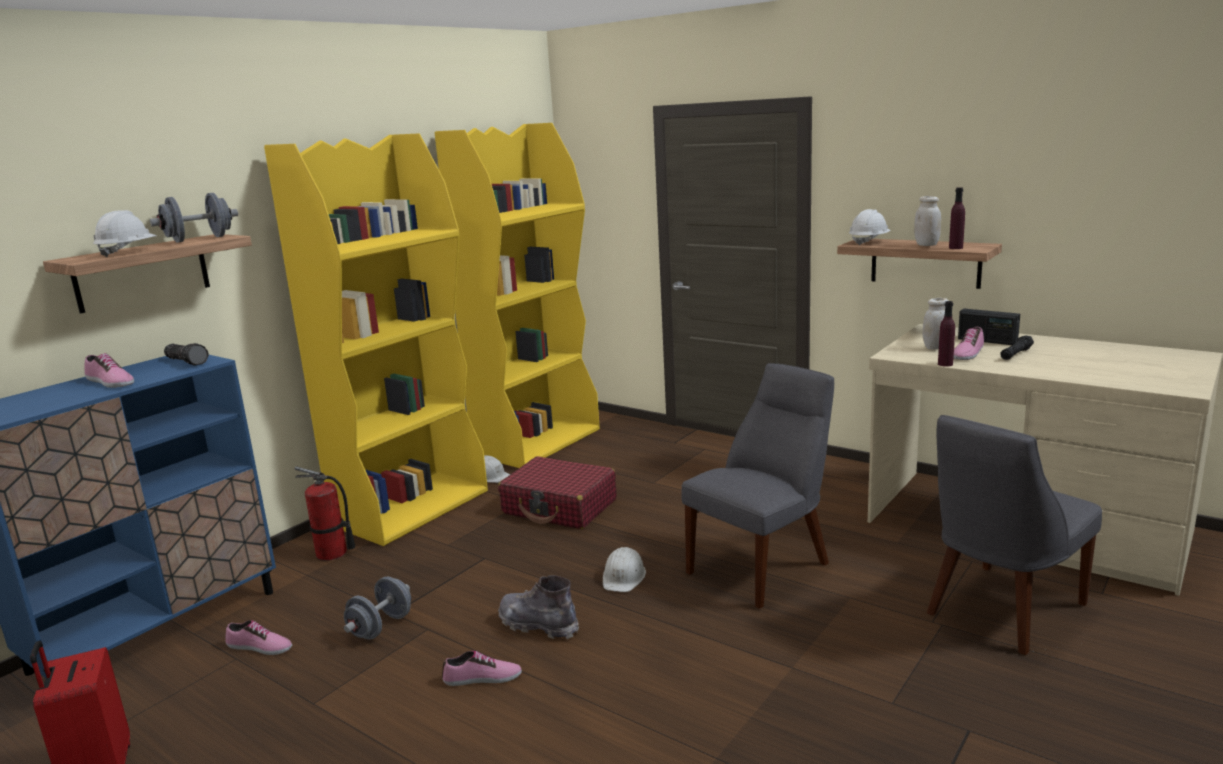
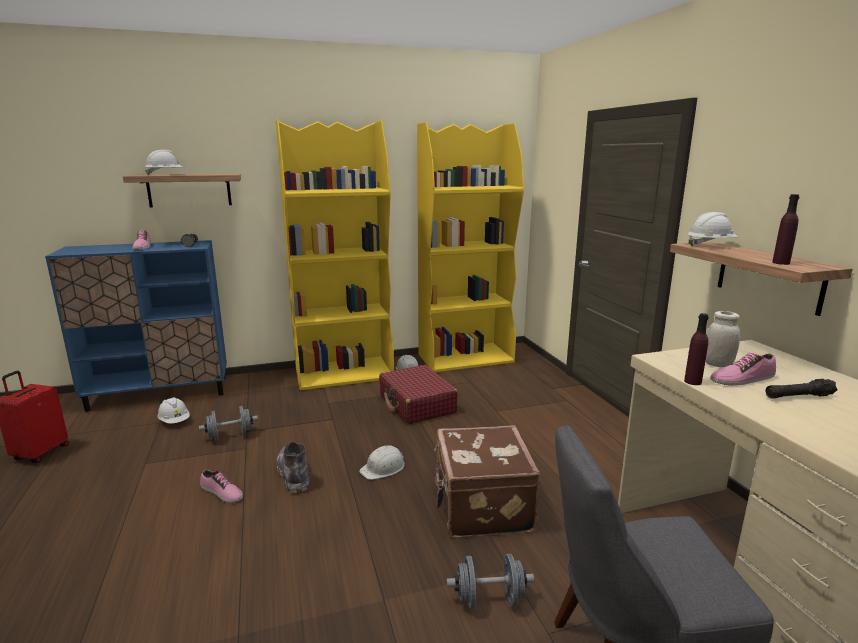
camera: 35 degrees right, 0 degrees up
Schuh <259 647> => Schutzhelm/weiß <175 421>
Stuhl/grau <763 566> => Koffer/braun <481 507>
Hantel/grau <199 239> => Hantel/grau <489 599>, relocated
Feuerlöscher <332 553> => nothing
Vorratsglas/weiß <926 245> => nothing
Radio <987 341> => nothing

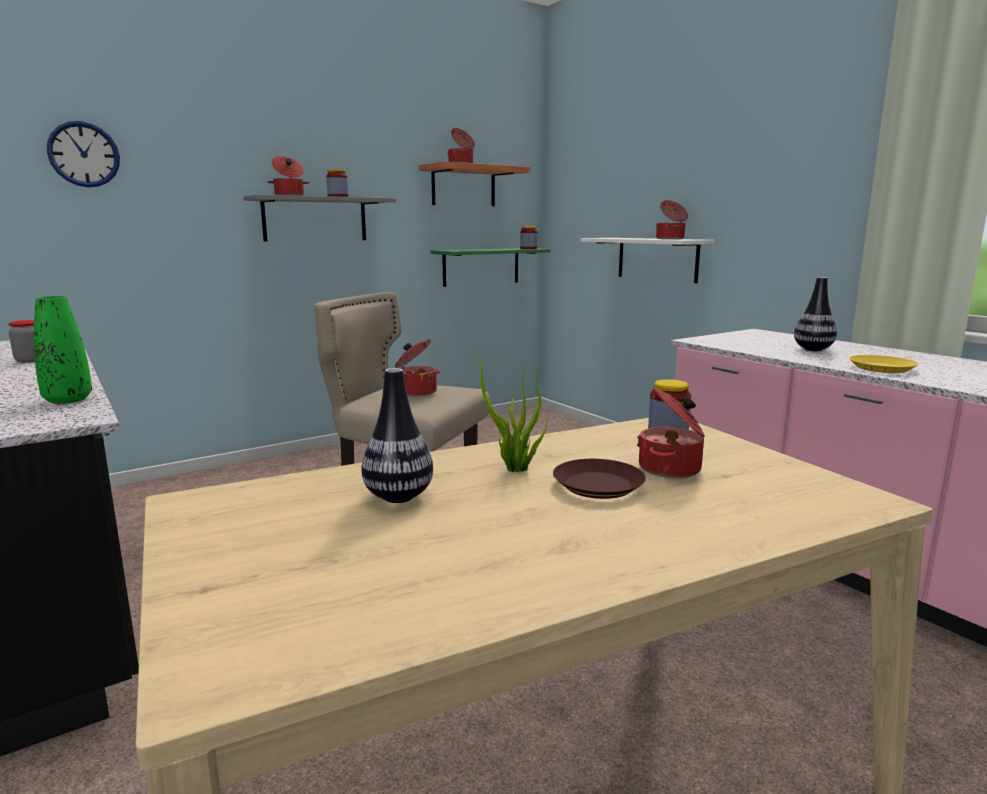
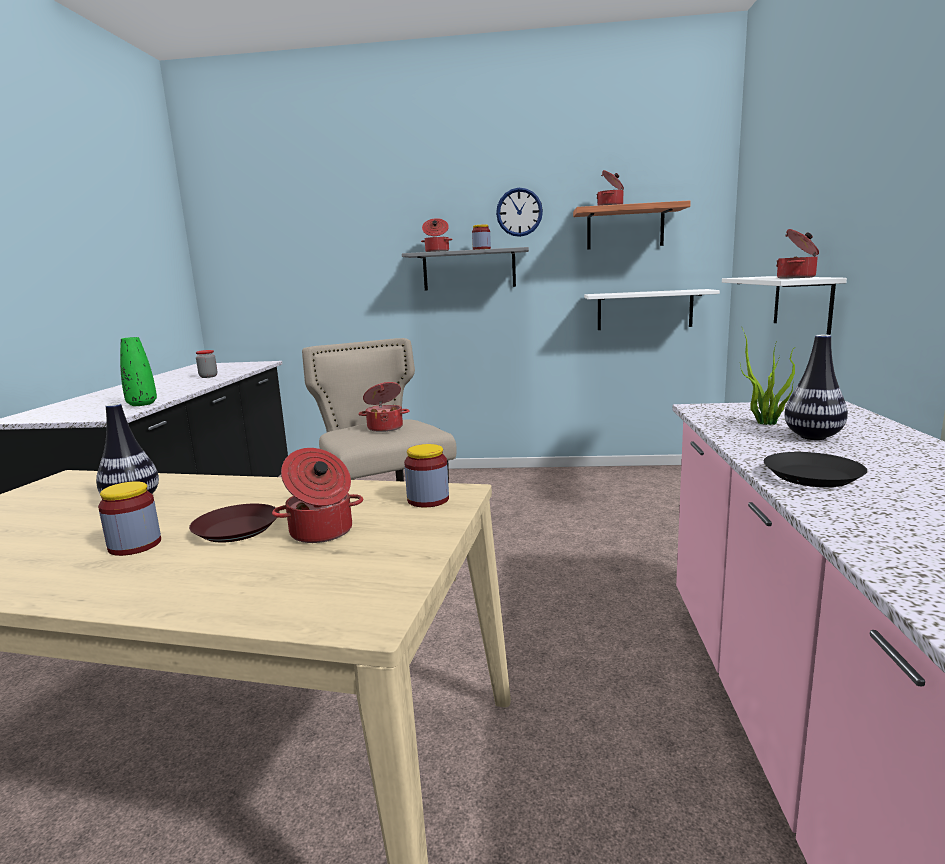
camera: 40 degrees right, 0 degrees up
Vorratsglas <528 248> => Vorratsglas <135 545>, relocated
Wanduhr <84 154> => Wanduhr <519 212>, relocated
Wandregal/grün <481 266> => Wandregal/weiß <644 310>
Topfpflanze <514 469> => Topfpflanze <764 423>, relocated
Teller/gelb <882 368> => Teller/schwarz <813 476>

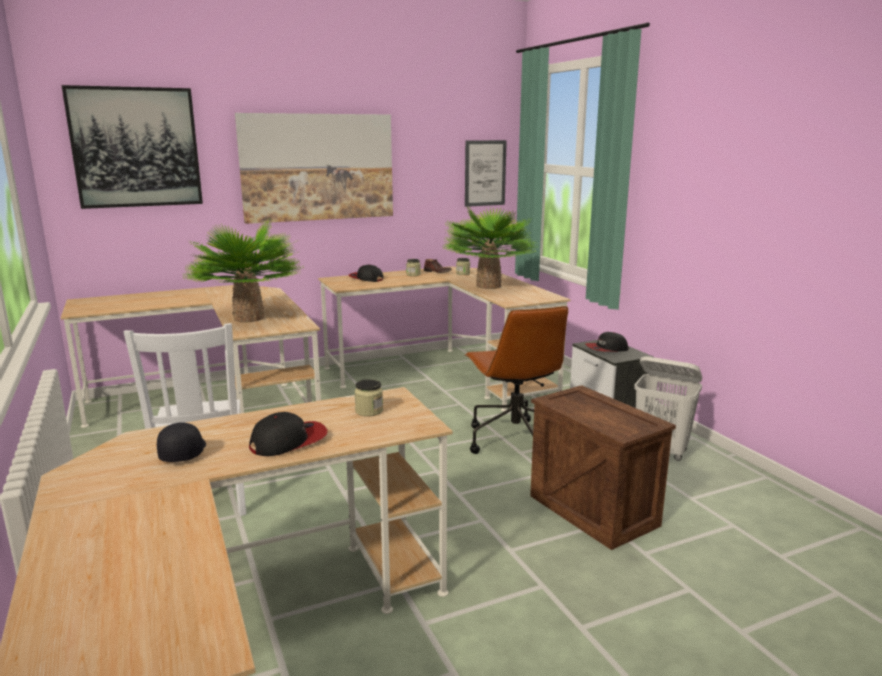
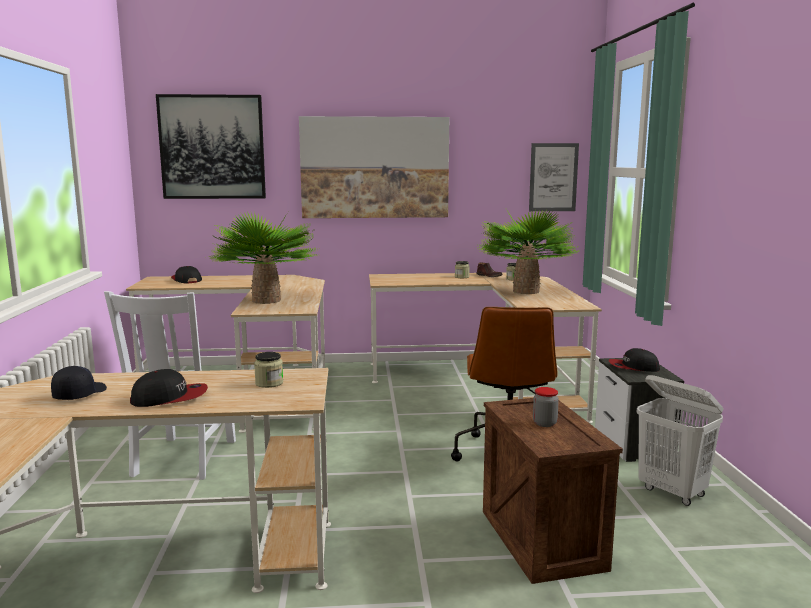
camera: 20 degrees right, 5 degrees down
Kappe <366 278> => Kappe <186 280>, relocated
nothing => Vorratsglas <544 423>

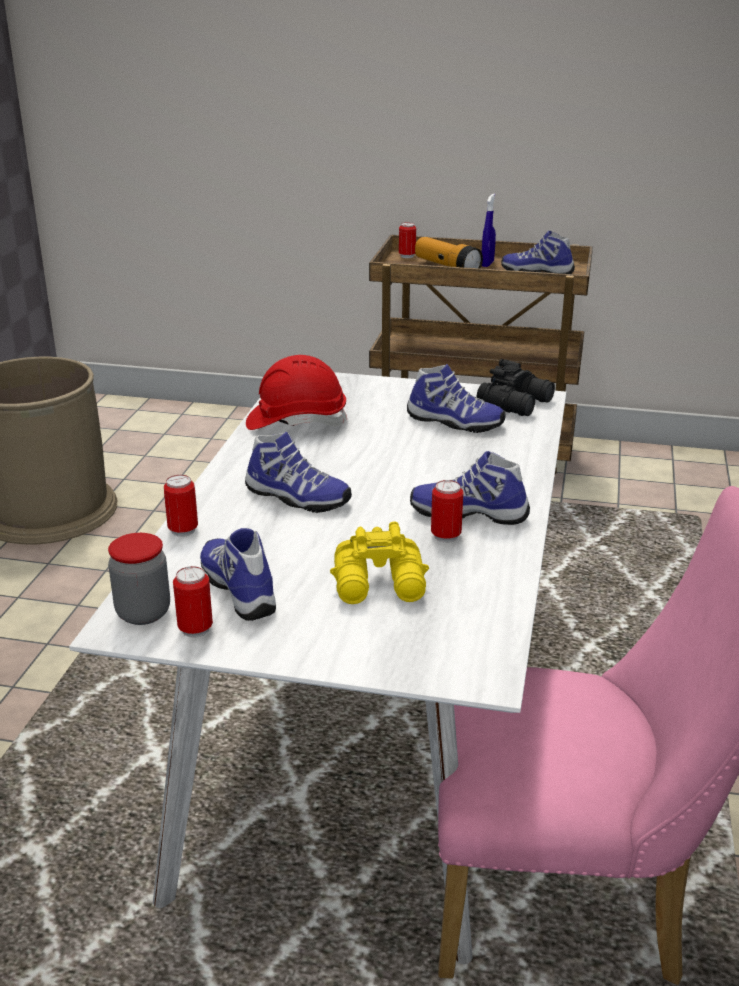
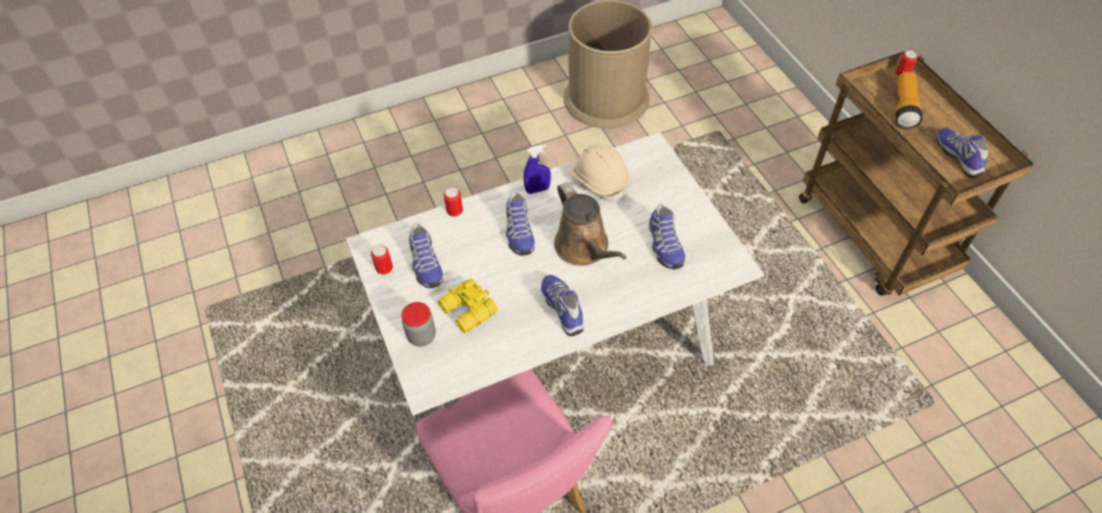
camera: 55 degrees right, 25 degrees up
Vorratsglas <143 613> => Vorratsglas <421 336>, relocated
Schuh <241 589> => Schuh <425 264>, 135 degrees clockwise
Sprühflasche/blau <487 264> => Sprühflasche/blau <537 189>, relocated
nothing => Gießkanne/braun <584 248>
Schutzhelm/rot <296 421> => Schutzhelm/beige <598 180>
Dose <446 536> => nothing
Fernglas/schwarz <517 403> => nothing

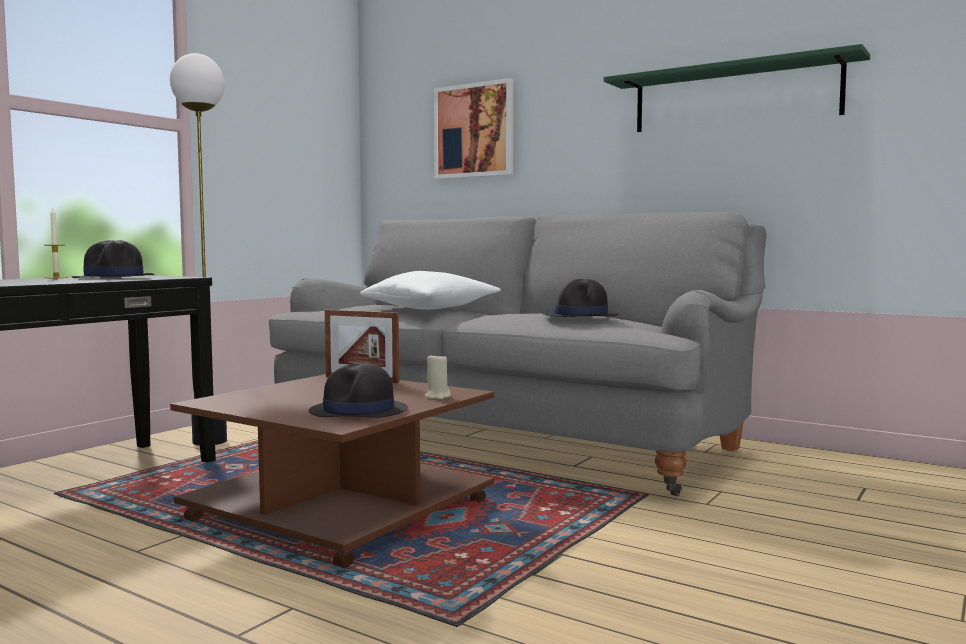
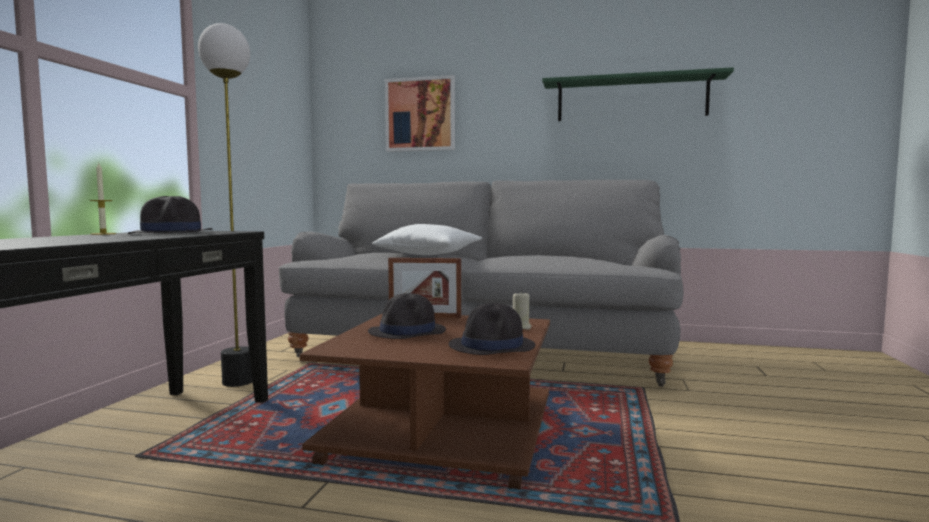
camera: 20 degrees left, 0 degrees up
Hut/schwarz <581 316> => Hut/schwarz <407 332>, relocated

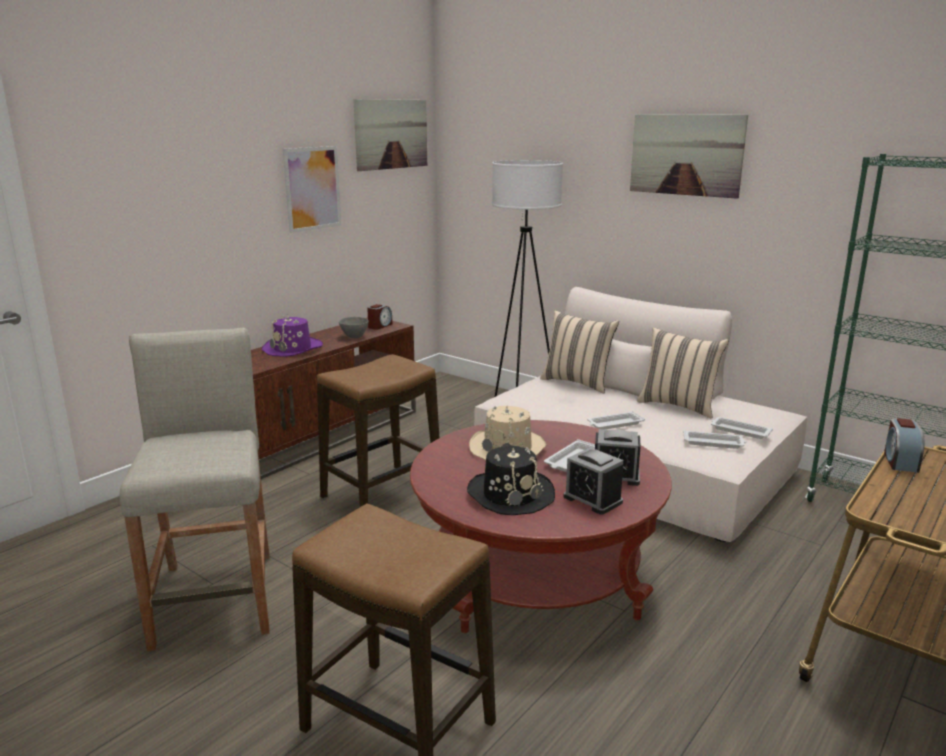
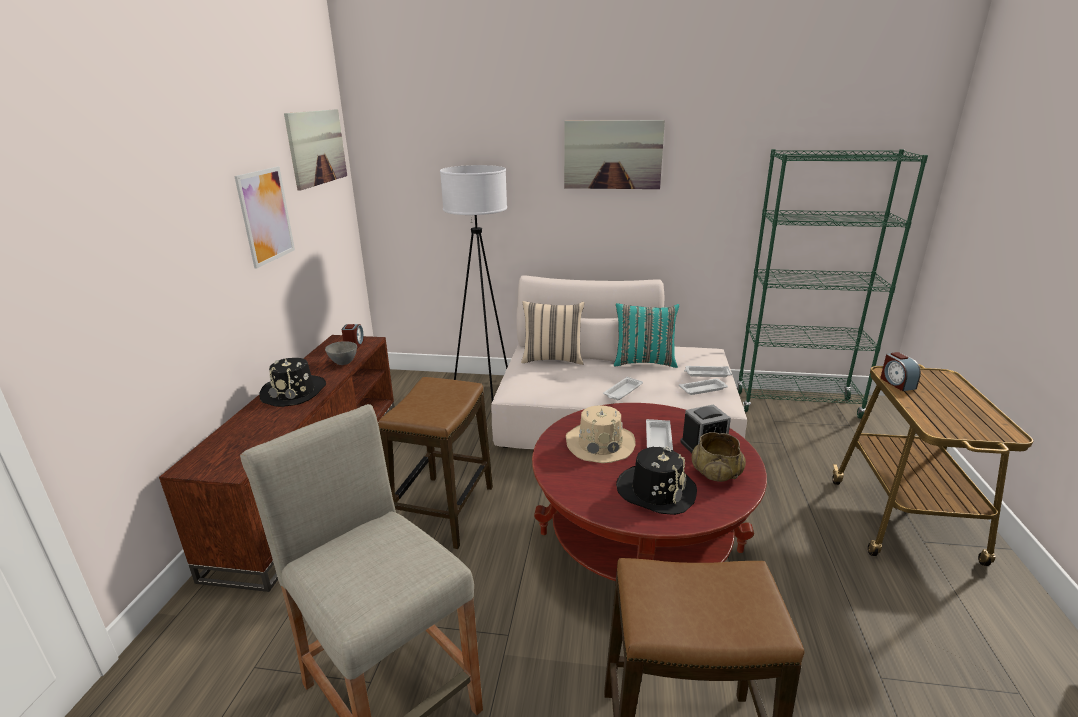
camera: 30 degrees left, 5 degrees up
Hut/lila <293 348> => Hut/schwarz <294 392>
Kissen/beige <678 405> => Kissen/türkis <644 362>
Wecker <592 499> => Schüssel/beige <716 473>

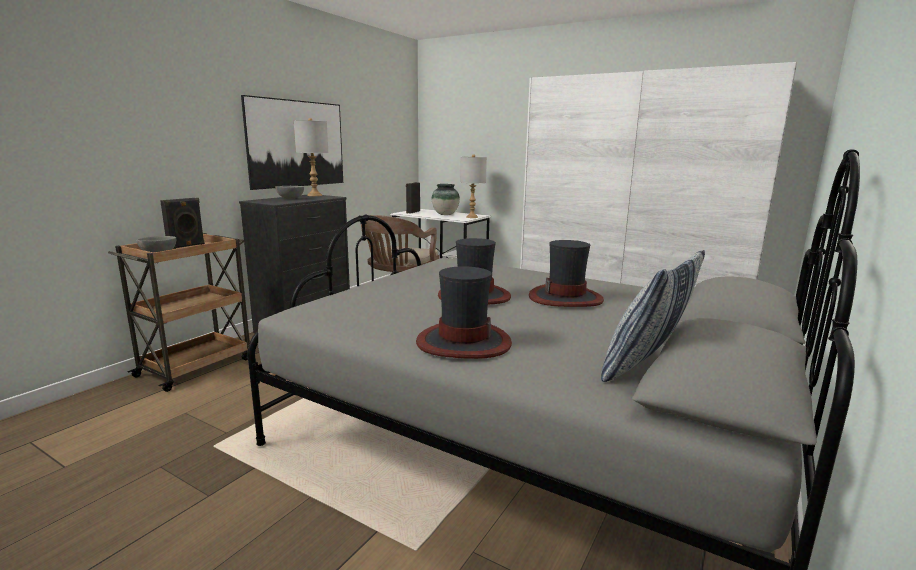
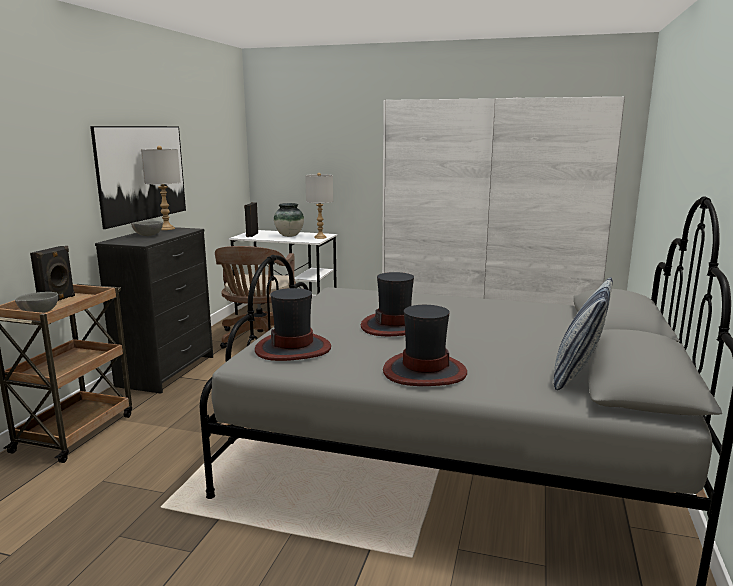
camera: 15 degrees left, 0 degrees up
Hut <565 298> => Hut <293 348>, relocated

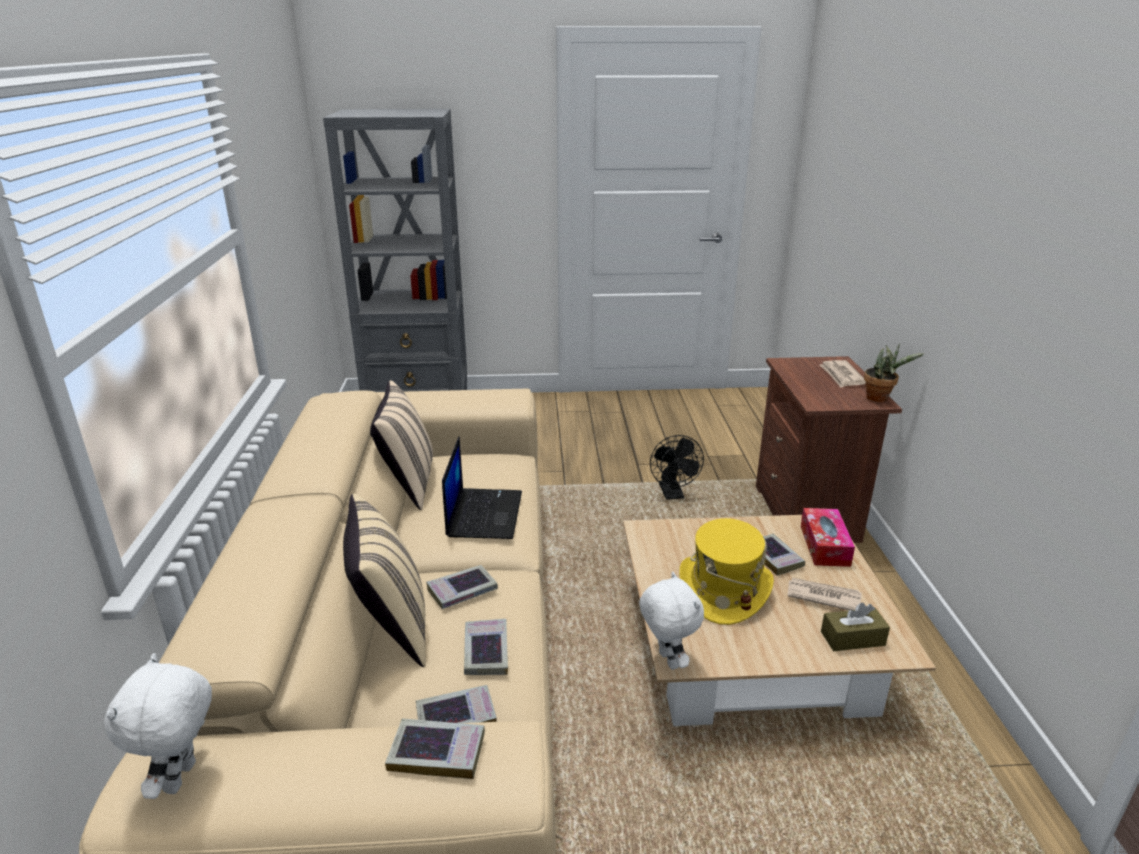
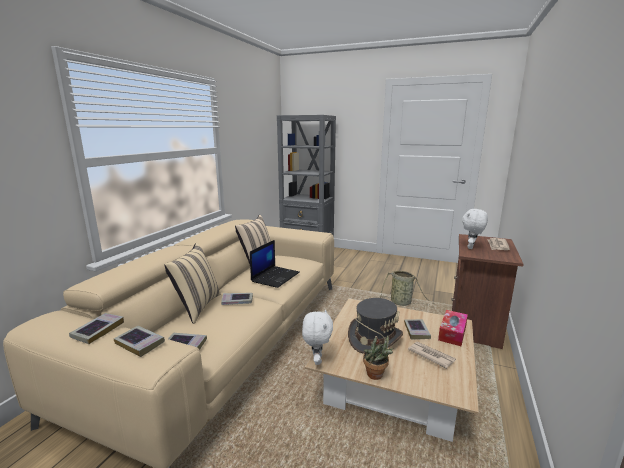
camera: 25 degrees right, 10 degrees down
Buch <486 651> => Buch <98 330>, relocated
Hut/gelb <723 590> => Hut/grau <374 338>
Topfpflanze <880 398> => Topfpflanze <377 376>, relocated
Ventilator/schwarz <673 495> => Korb <402 303>
Plüschtier/weiß <183 778> => Plüschtier/weiß <471 247>, relocated
Taschentuchbox/braun <852 638> => nothing

